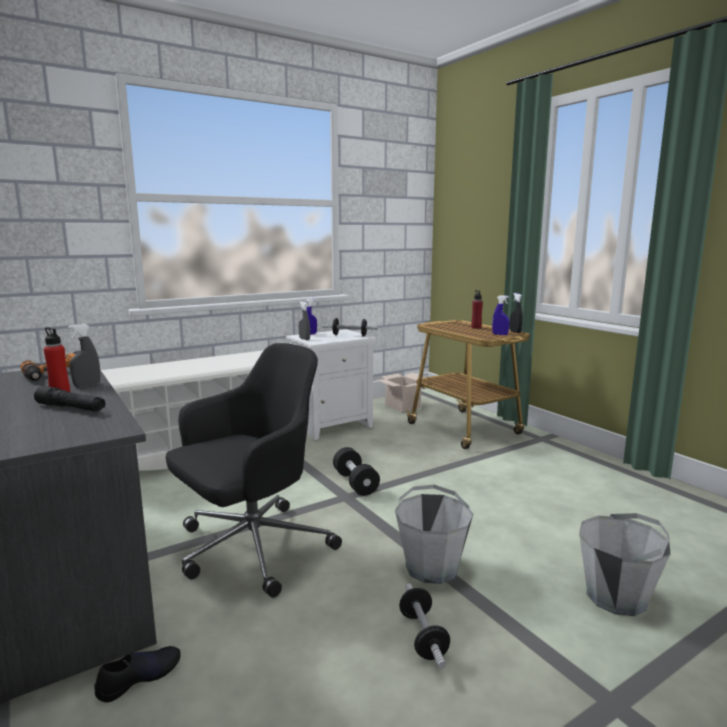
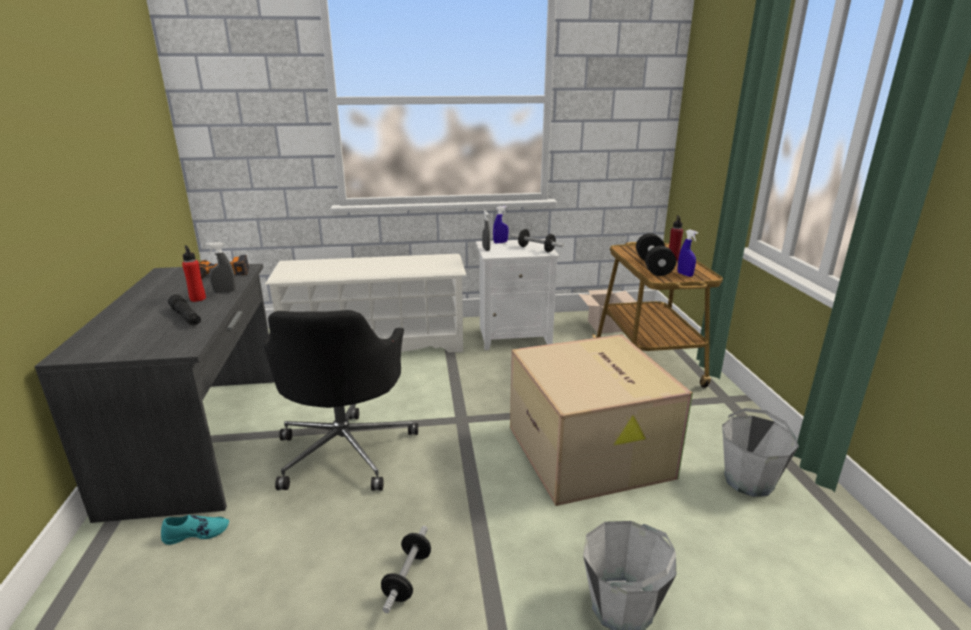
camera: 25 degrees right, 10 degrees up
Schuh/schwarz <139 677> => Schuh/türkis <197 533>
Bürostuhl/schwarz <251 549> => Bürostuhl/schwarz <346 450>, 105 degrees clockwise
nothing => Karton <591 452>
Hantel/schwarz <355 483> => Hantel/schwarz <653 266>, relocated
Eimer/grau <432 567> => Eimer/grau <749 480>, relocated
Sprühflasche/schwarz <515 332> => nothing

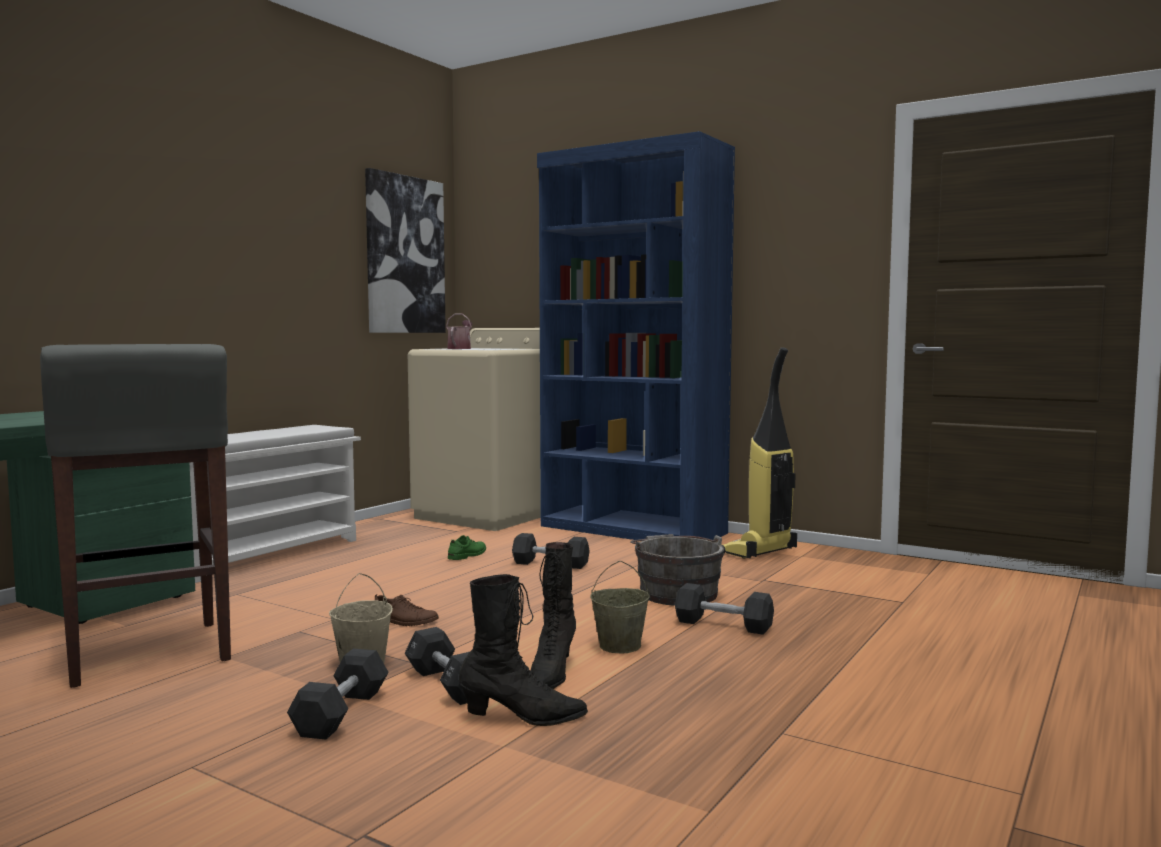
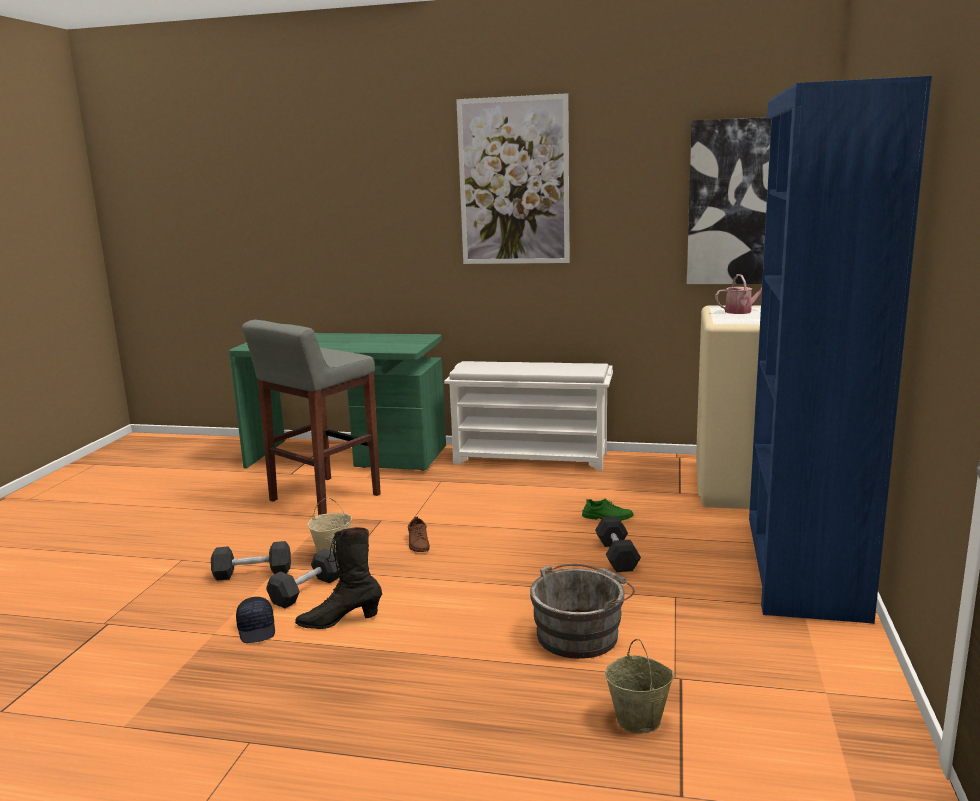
camera: 70 degrees right, 10 degrees up
Stiefel/schwarz <523 717> => Kappe/schwarz <257 629>
nothing => Bild <513 182>
Eimer/beige <620 646> => Eimer/beige <639 720>, relocated
Hantel/schwarz <723 625> => nothing
Staubsauger <758 552> => nothing

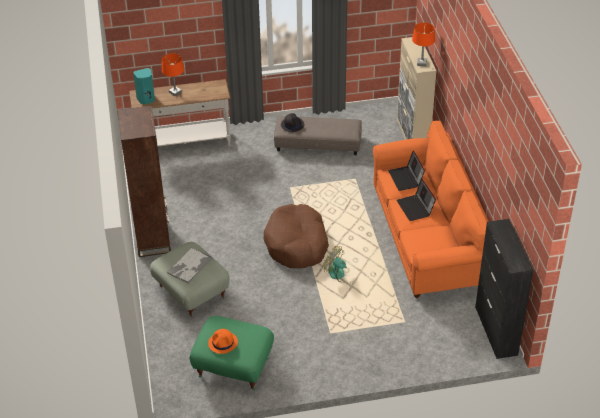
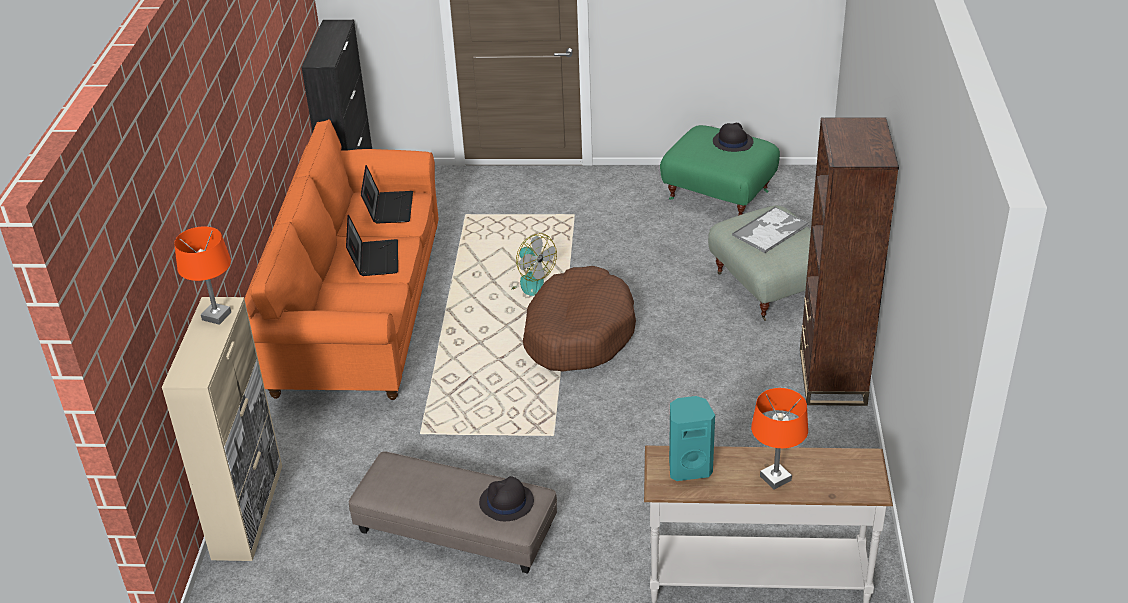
camera: 165 degrees left, 5 degrees down
Laptop <406 179> => Laptop <388 208>, relocated
Lautsprecher/türkis <146 100> => Lautsprecher/türkis <689 468>, relocated
Hut/orange <223 343> => Hut/schwarz <732 142>

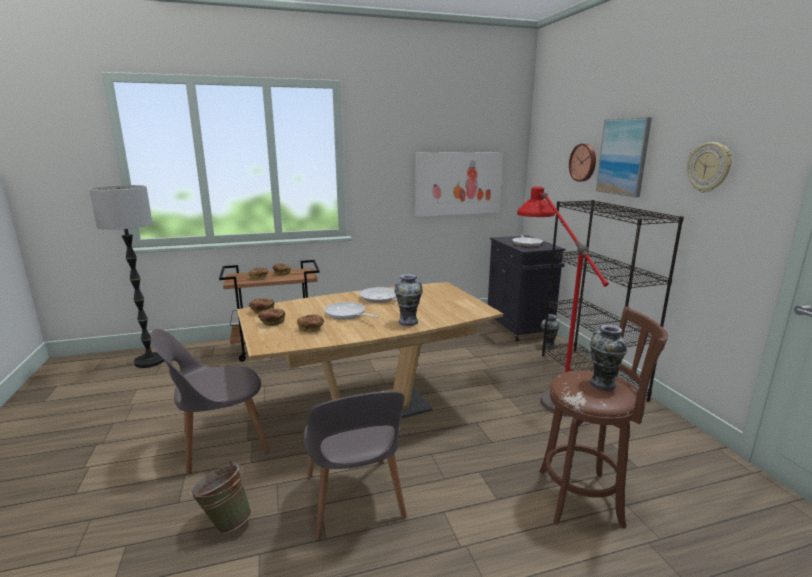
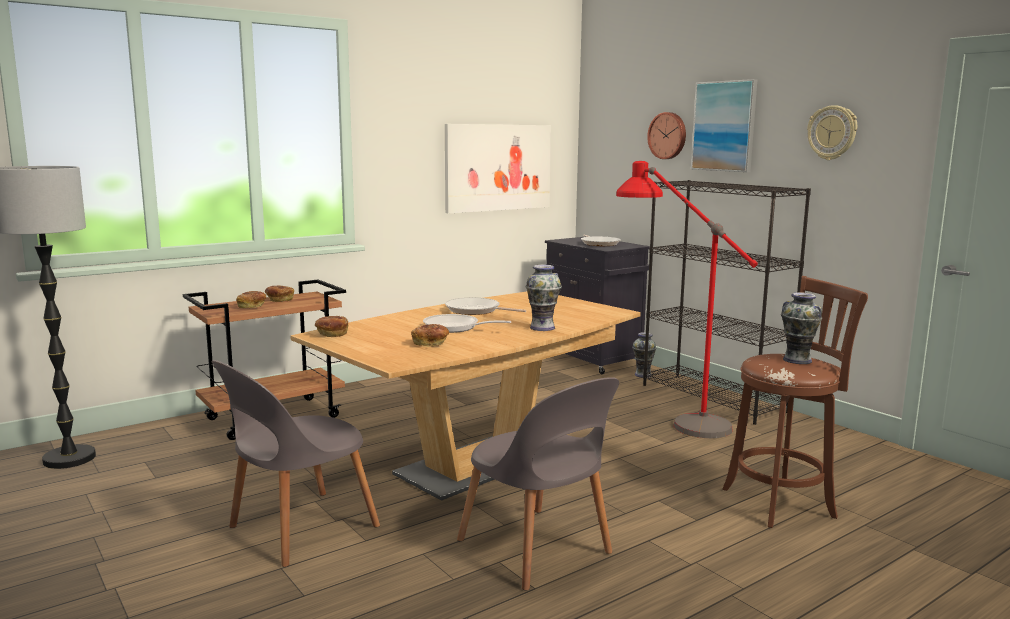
camera: 20 degrees left, 5 degrees down
Eimer/grün <225 522> => nothing
Brot <272 322> => nothing

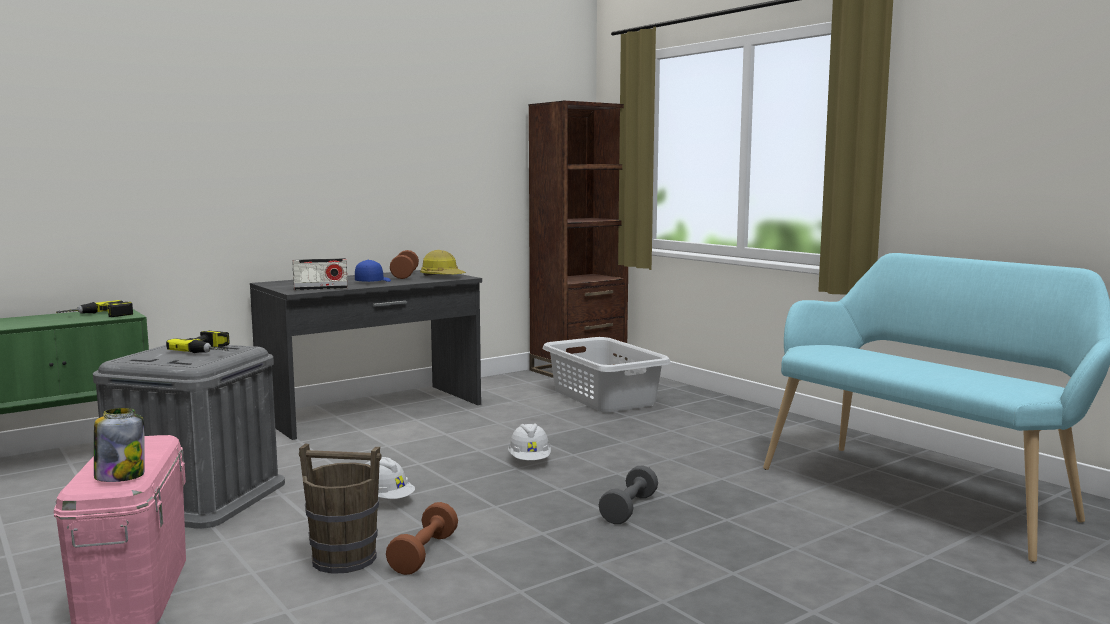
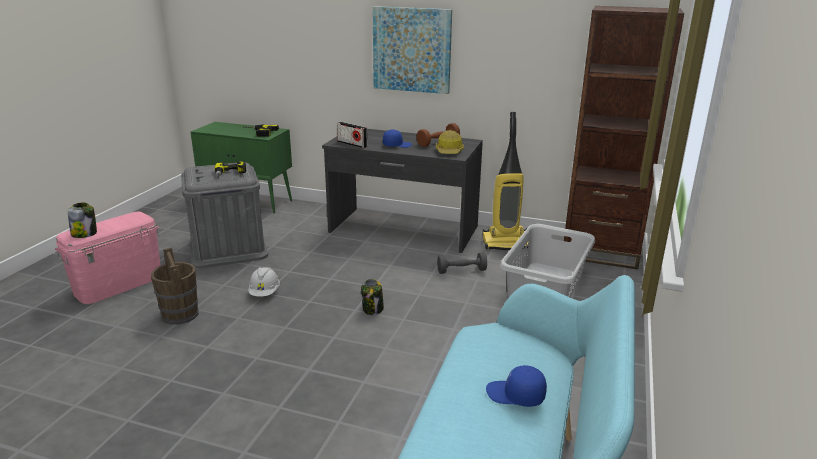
camera: 55 degrees right, 15 degrees up
Schutzhelm/weiß <530 461> => Vorratsglas <373 309>
nothing => Bild <412 50>
Hantel/grau <629 509> => Hantel/grau <461 271>, relocated
nothing => Staubsauger <507 243>
nothing => Kappe/blau <515 395>
Hantel/braun <424 554> => nothing

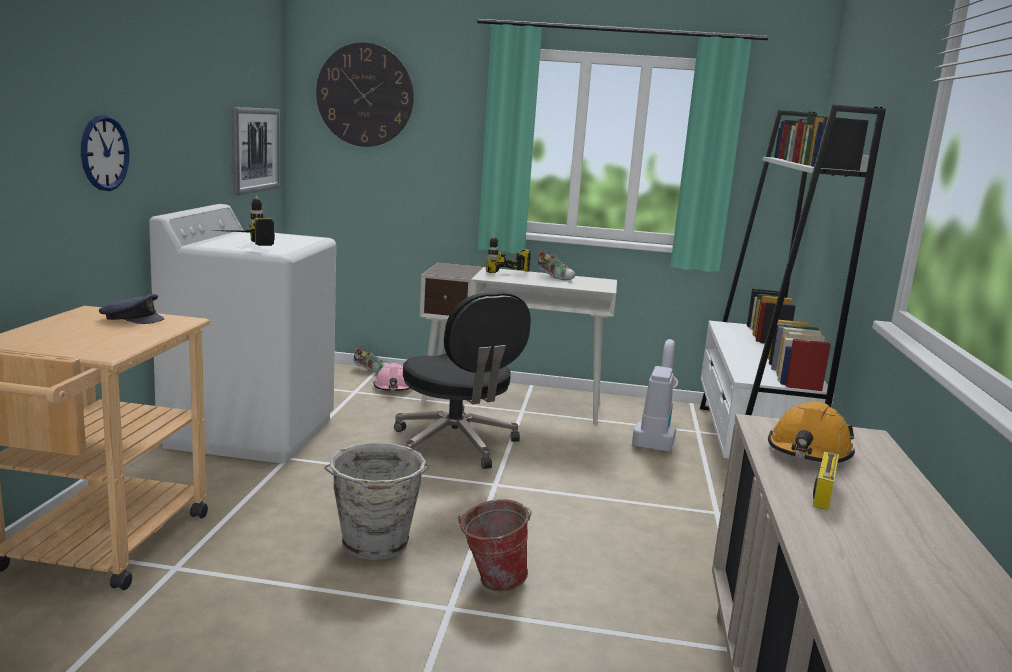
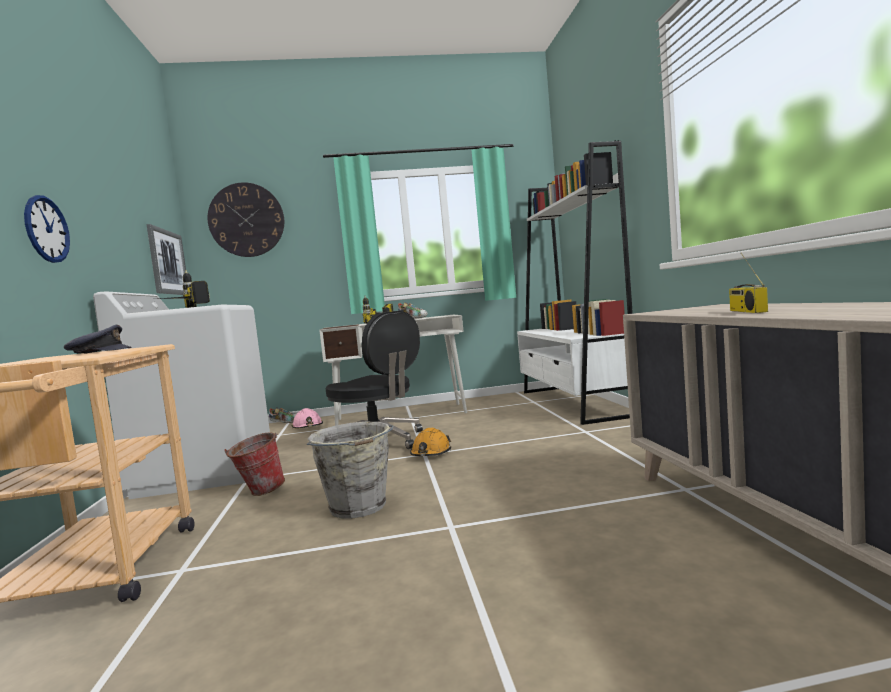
camera: 15 degrees left, 10 degrees down
Eimer <491 581> => Eimer <259 492>, relocated
Schutzhelm/orange <809 452> => Schutzhelm/orange <431 453>, relocated
Staubsauger <655 434> => nothing

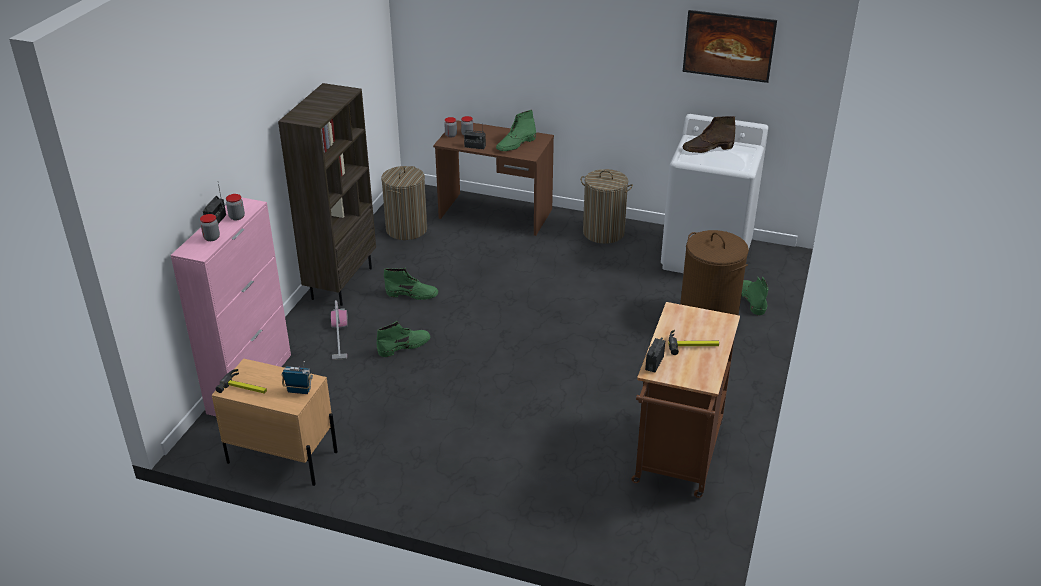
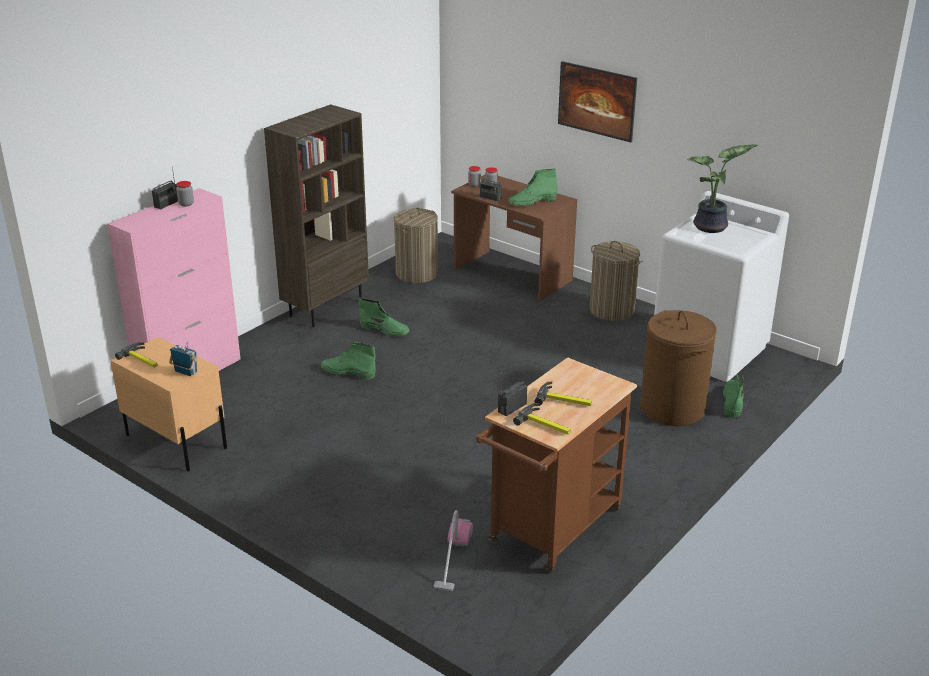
camera: 20 degrees right, 5 degrees down
Stiefel/grün <404 346> => Stiefel/grün <347 372>, 150 degrees counterclockwise
Staubsauger <339 337> => Staubsauger <453 558>, relocated
nothing => Hammer <546 424>
Bild <727 61> => Bild <595 116>, relocated
Stiefel/braun <707 149> => Topfpflanze <712 228>
Vorratsglas <211 238> => nothing

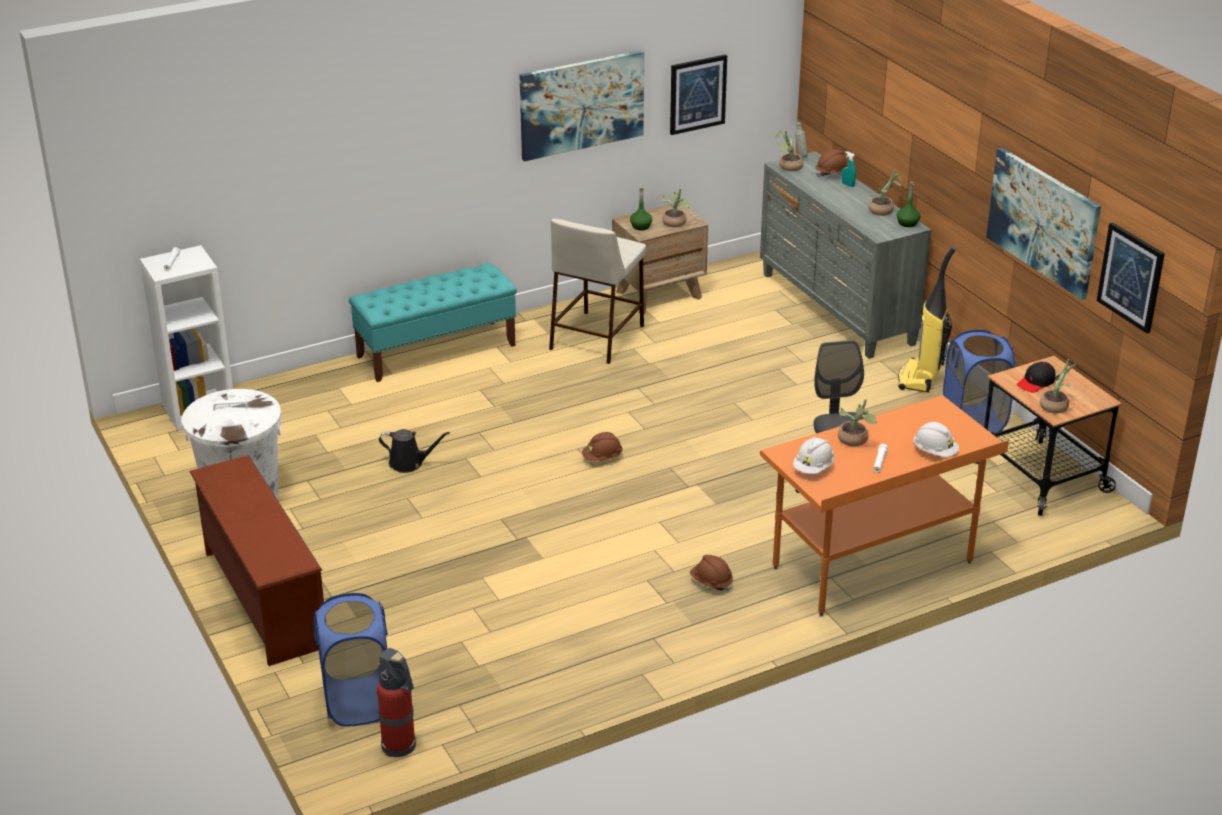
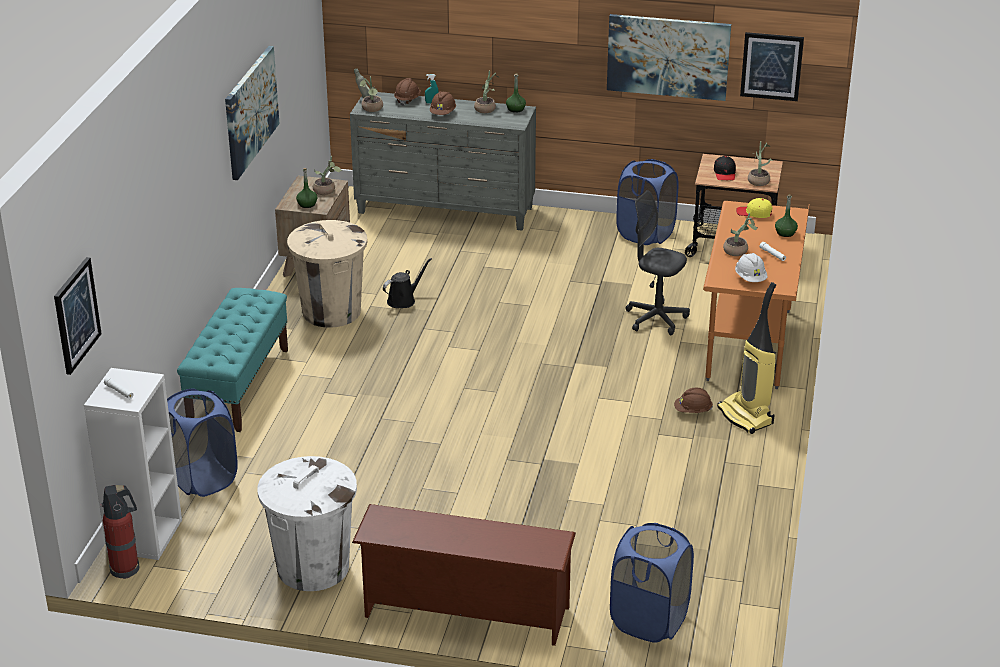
camera: 50 degrees left, 0 degrees up
Bild <697 94> => Bild <76 315>, relocated
Feuerlöscher <400 746> => Feuerlöscher <126 568>, relocated
nothing => Wäschekorb/blau <202 478>
Hocker/beige <597 336> => Mülleimer/beige <331 312>
Gießkanne/schwarz <409 463> => Gießkanne/schwarz <403 300>, relocated
Schutzhelm/braun <602 458> => Schutzhelm/braun <443 113>, relocated
Staubsauger <920 378> => Staubsauger <746 416>, relocated
nothing => Kappe/gelb <754 213>
Schutzhelm/weiß <934 452> => Flasche/grün <785 233>

